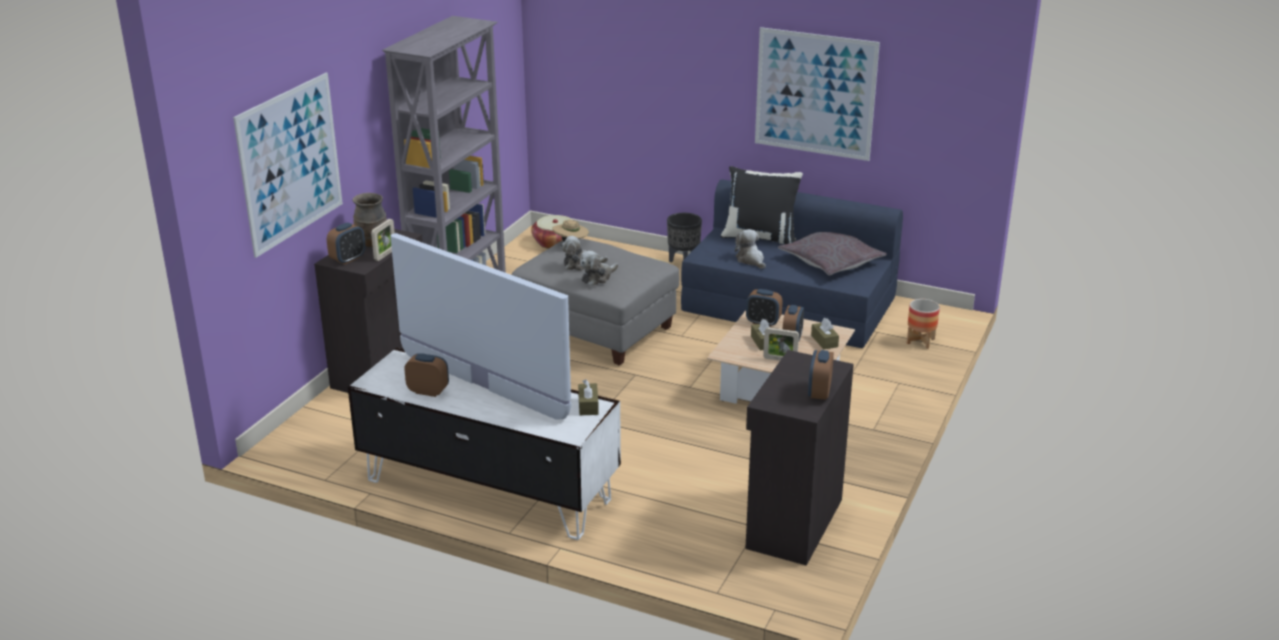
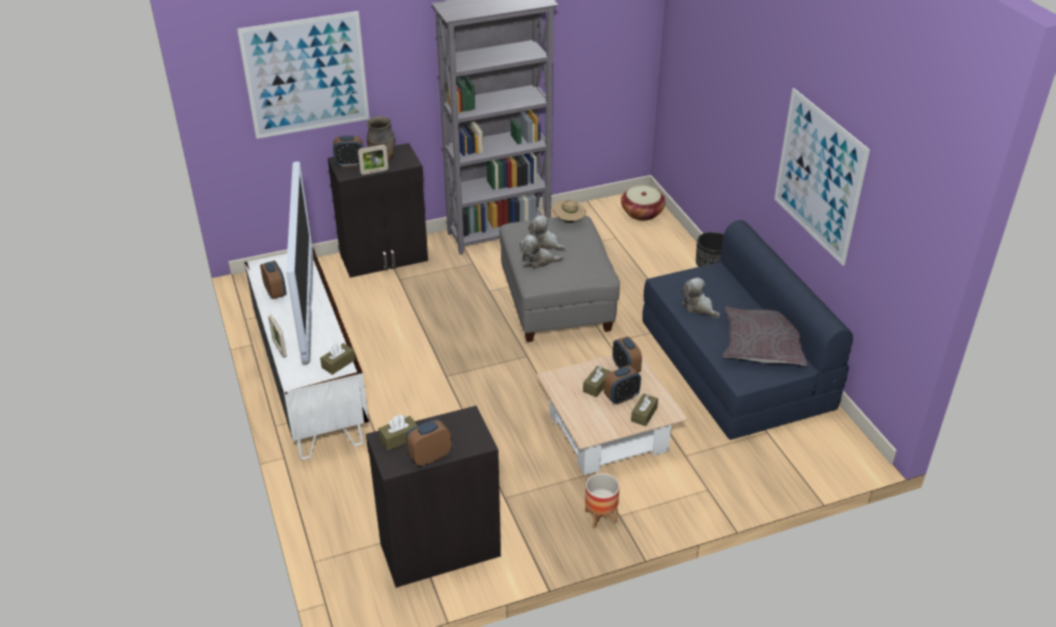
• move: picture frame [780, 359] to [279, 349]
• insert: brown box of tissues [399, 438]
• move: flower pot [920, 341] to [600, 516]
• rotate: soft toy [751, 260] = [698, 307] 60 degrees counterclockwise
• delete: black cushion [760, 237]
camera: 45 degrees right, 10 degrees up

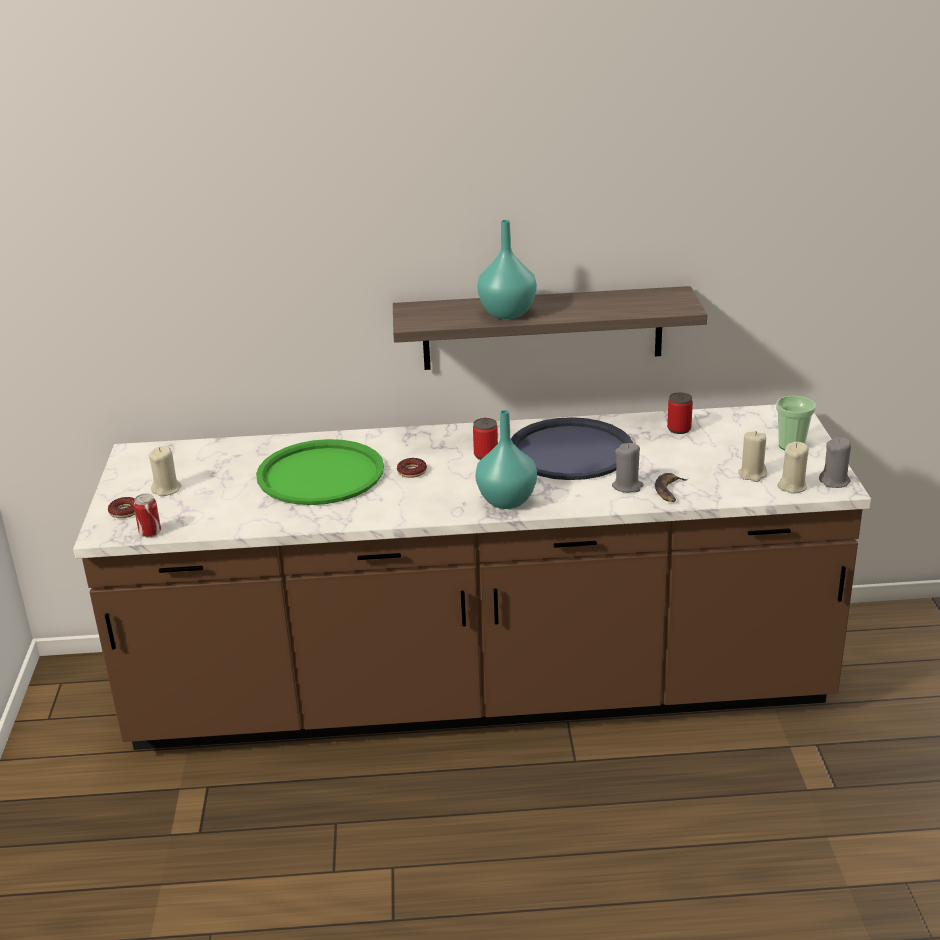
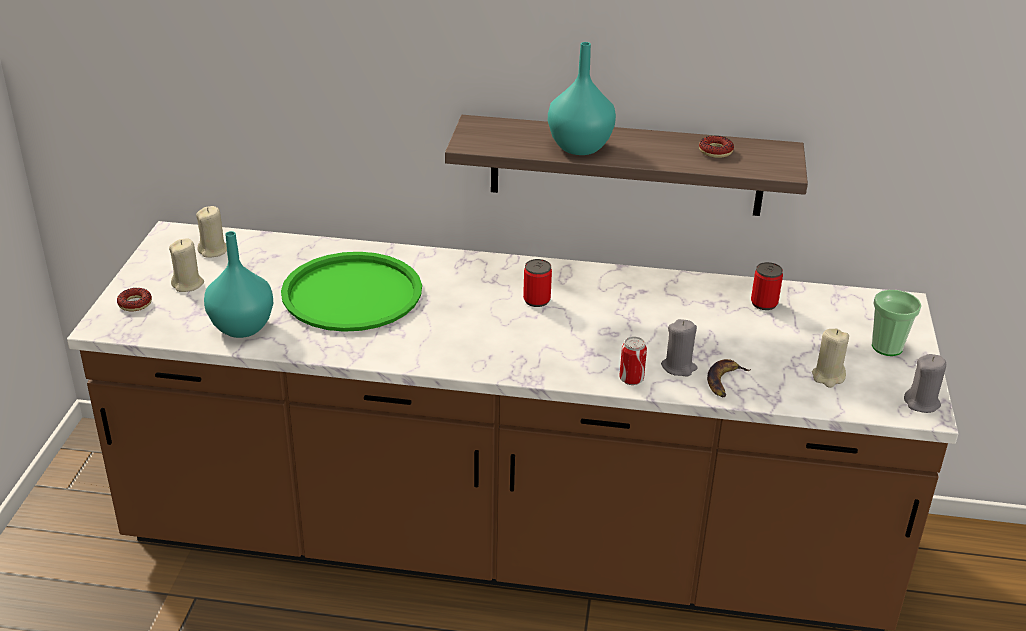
• move: sand-coloured wax candle [792, 486] to [214, 250]
• move: turquoise vase [507, 501] to [242, 328]
• move: metal can [150, 533] to [631, 379]
• move: doughnut [412, 471] to [715, 151]
• delete: blue-coloured tray [570, 451]
camera: 10 degrees right, 5 degrees up

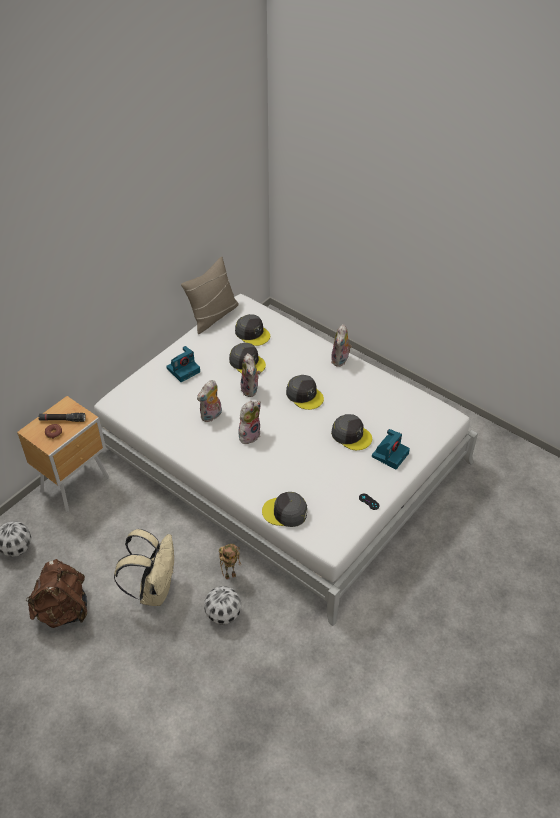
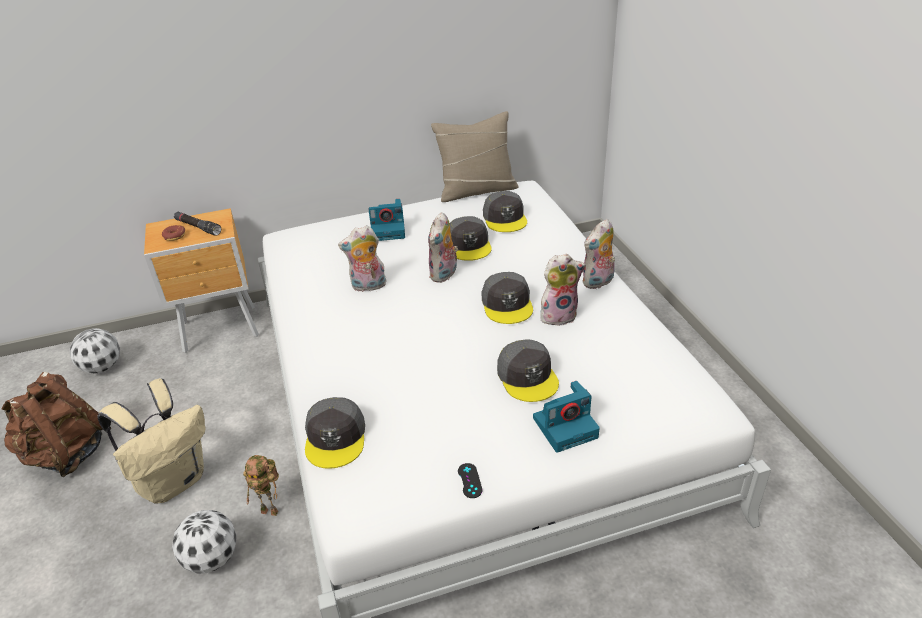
• rotate: greyish cap [285, 512] = [336, 438] 135 degrees counterclockwise
• move: soft toy [249, 434] to [559, 315]
camera: 35 degrees right, 10 degrees down

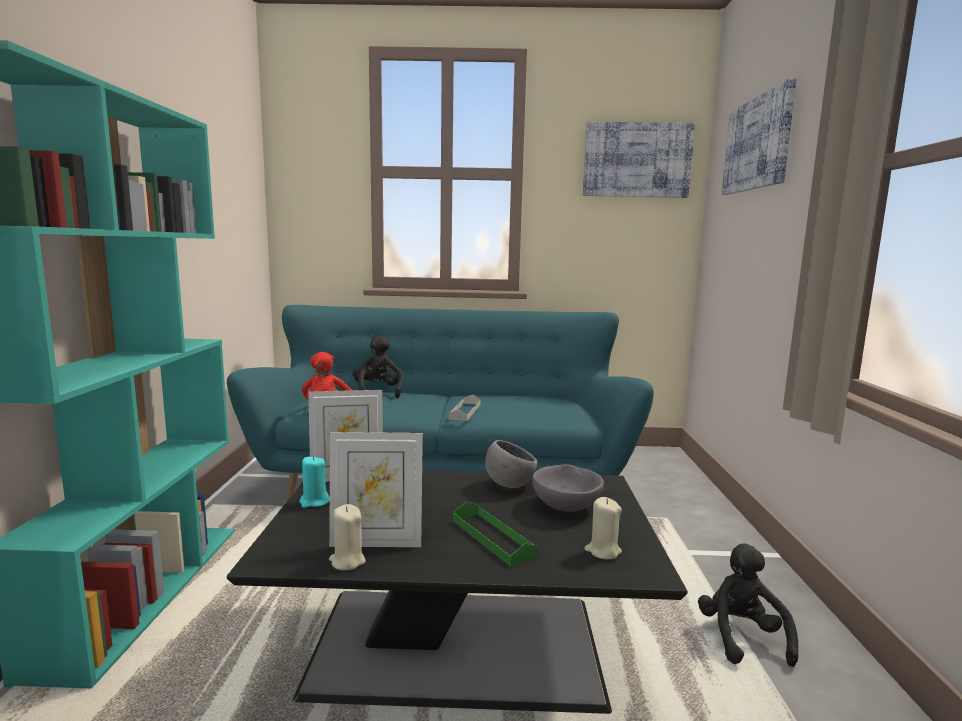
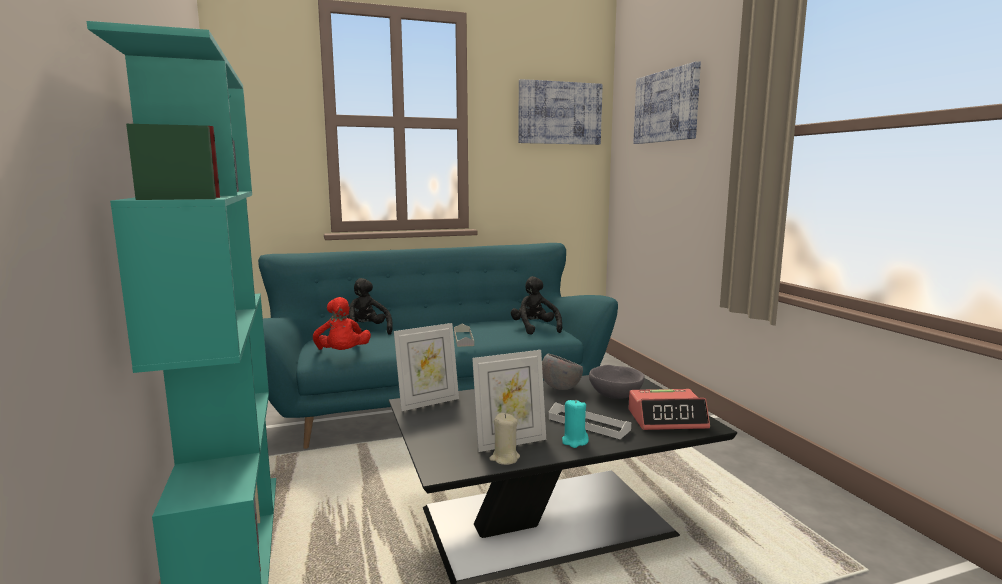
• move: black soft toy [741, 637] to [535, 329]
• recolor: greenish tray [493, 537] to white-coloured tray [588, 424]
• move: turquoise wax candle [314, 502] to [574, 441]
• replace: sand-coloured wax candle [602, 551] to table clock [667, 419]
camera: 20 degrees left, 0 degrees up

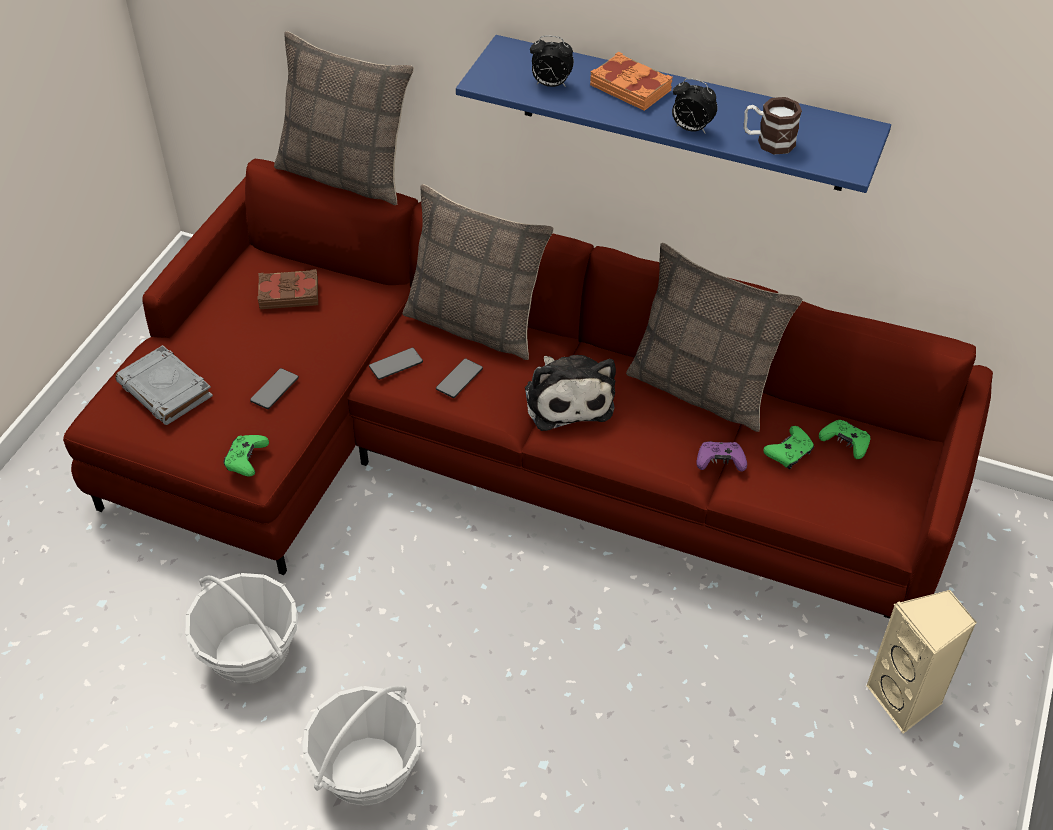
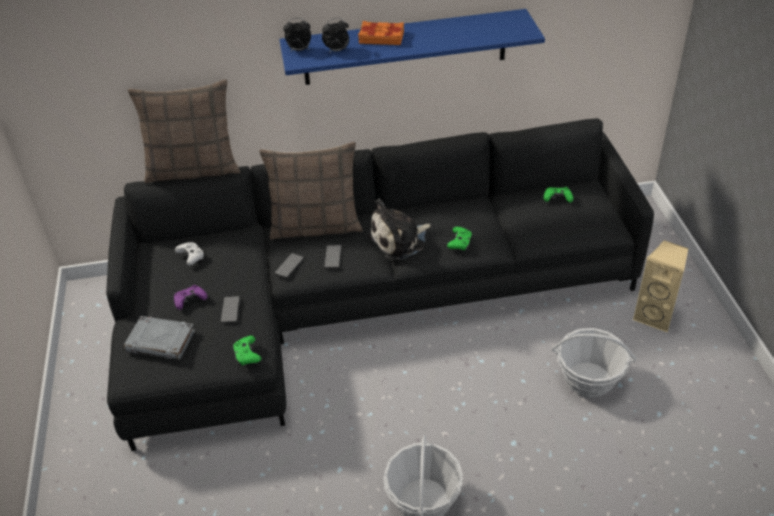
• recolor: reddish couch [503, 457] to black couch [358, 302]
• move: purple game controller [720, 462] to [190, 301]
• replace: brown bound book [289, 294] to white-coloured game controller [191, 257]
• move: table clock [690, 129] to [299, 50]
• rotate: soft toy [567, 398] = [400, 240] 105 degrees clockwise
• move: greenish game controller [789, 453] to [460, 243]
• move: storage basket [250, 653] to [588, 380]
• delete: cushion [702, 388]
• delete: coffee mug [768, 141]
camera: 30 degrees left, 5 degrees down

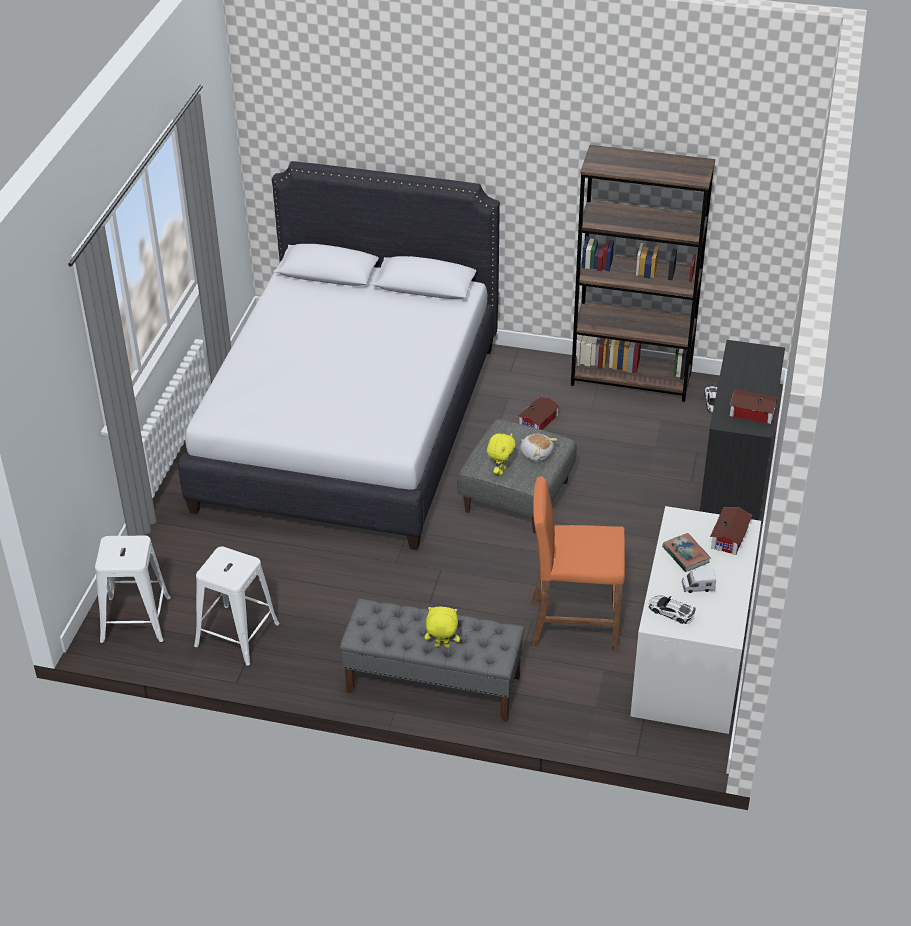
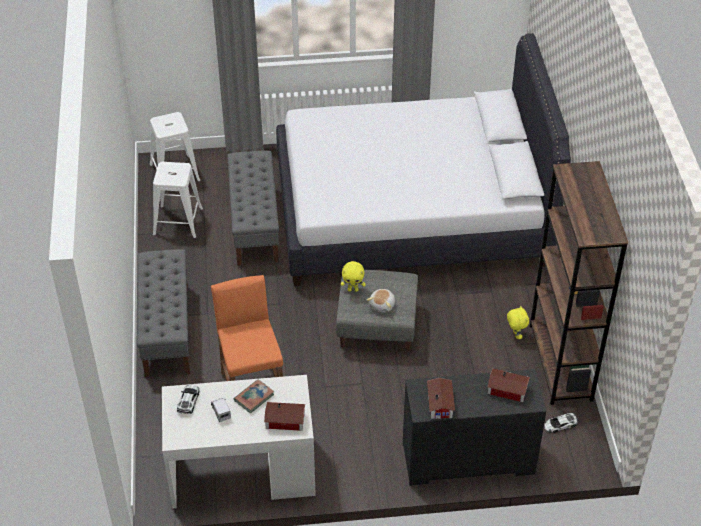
• insert: greyish bench [255, 225]
• move: model house [540, 421] to [508, 391]
• move: yellow soft toy [442, 646] to [515, 335]
camera: 70 degrees right, 5 degrees up

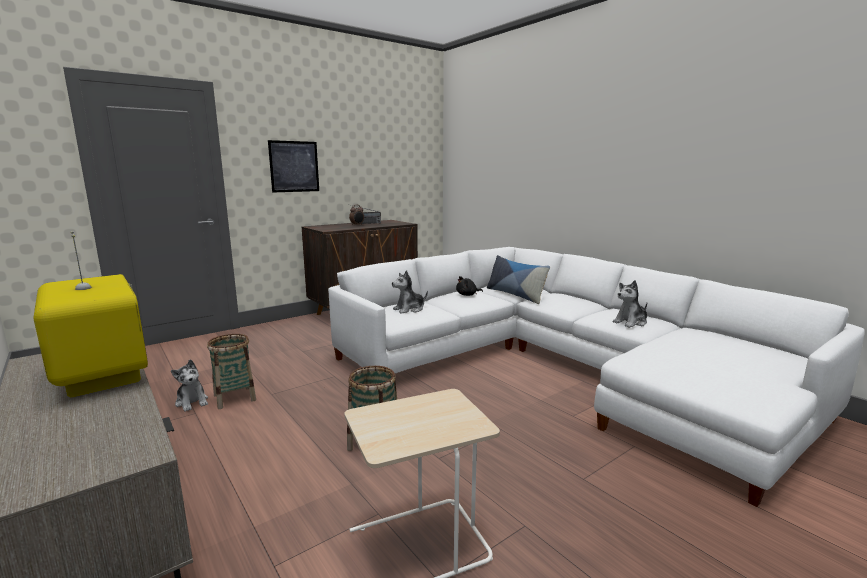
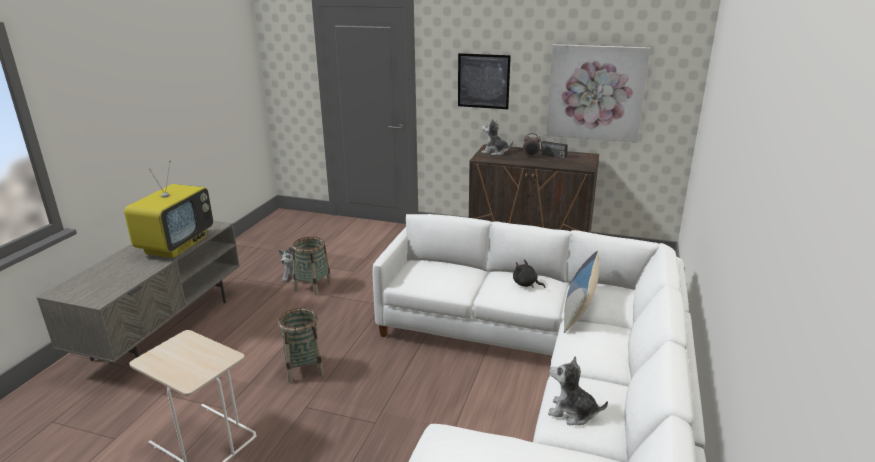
• move: soft toy [409, 309] to [495, 152]
• insert: wall picture [595, 93]
camera: 55 degrees right, 10 degrees up

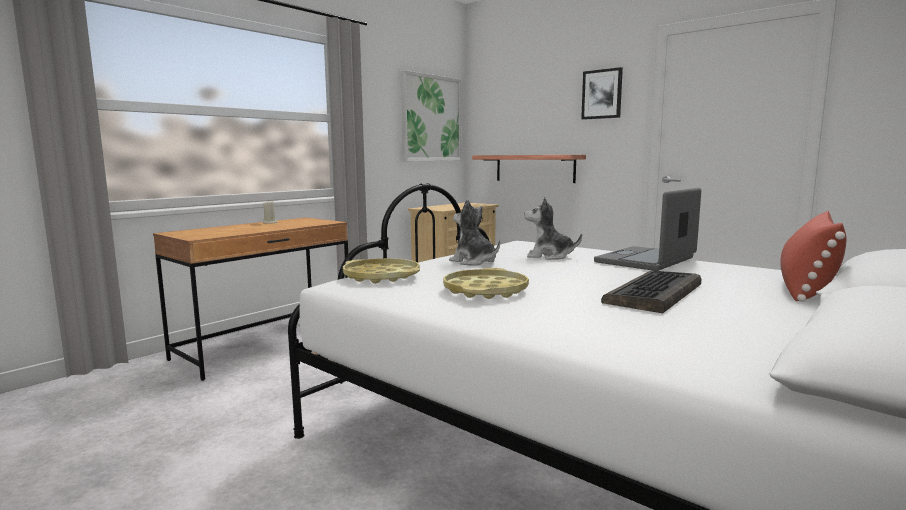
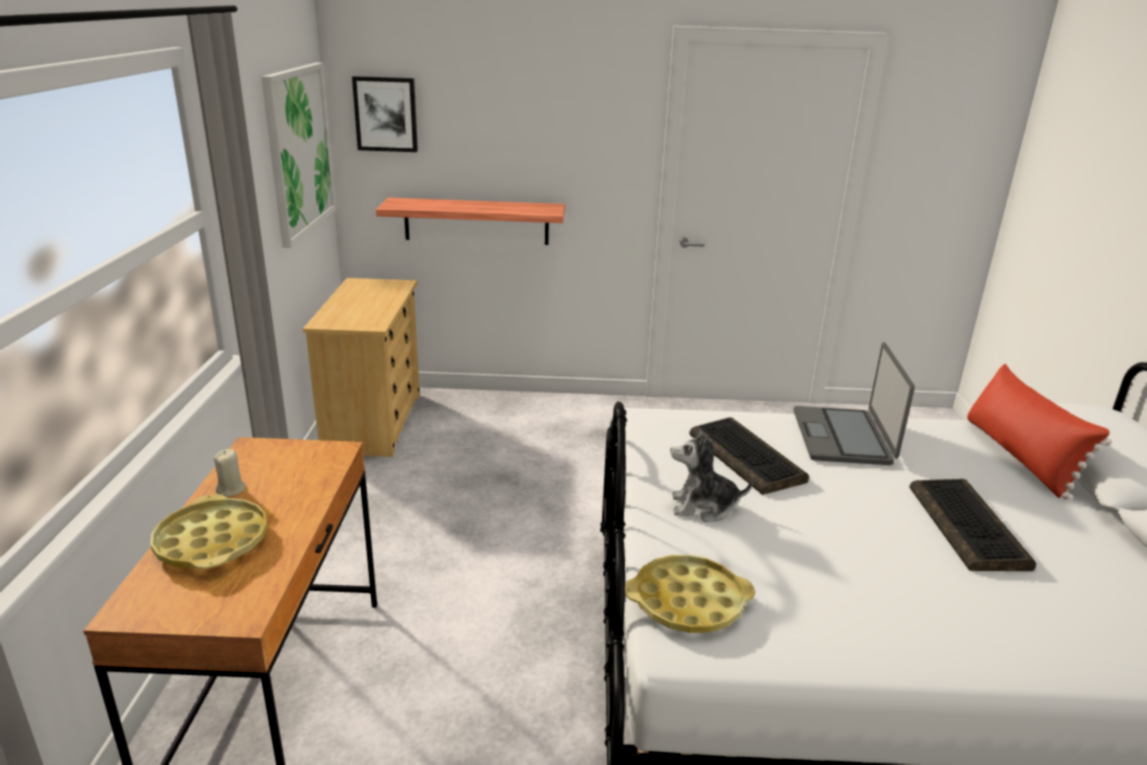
• move: yellow tray [485, 290] to [212, 541]
• move: wall picture [602, 94] to [386, 114]
• replace: soft toy [549, 256] to computer keyboard [747, 458]
camera: 40 degrees left, 15 degrees up

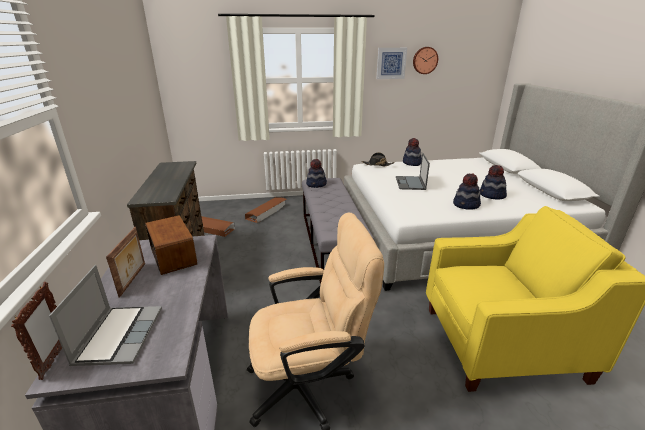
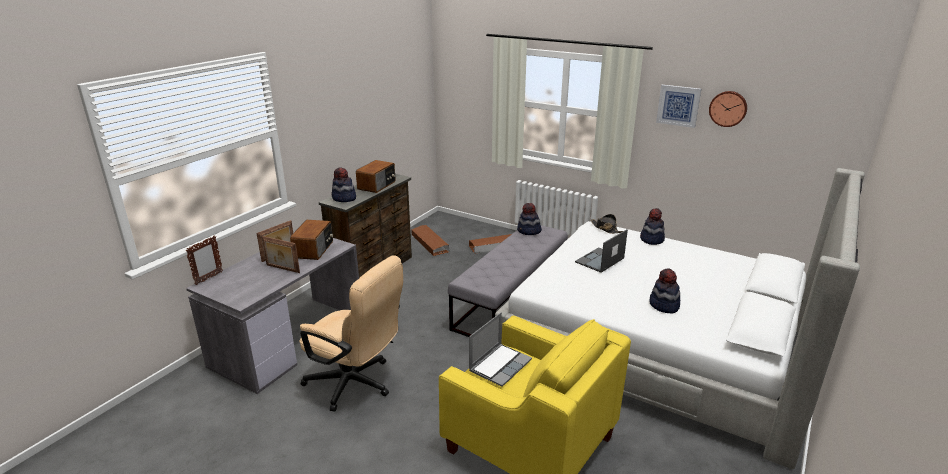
• insert: picture frame [282, 269]
• move: hat [466, 205] to [344, 198]
• insert: radio receiver [377, 185]
• move: portable computer [119, 335] to [500, 365]
camera: 40 degrees right, 0 degrees up

